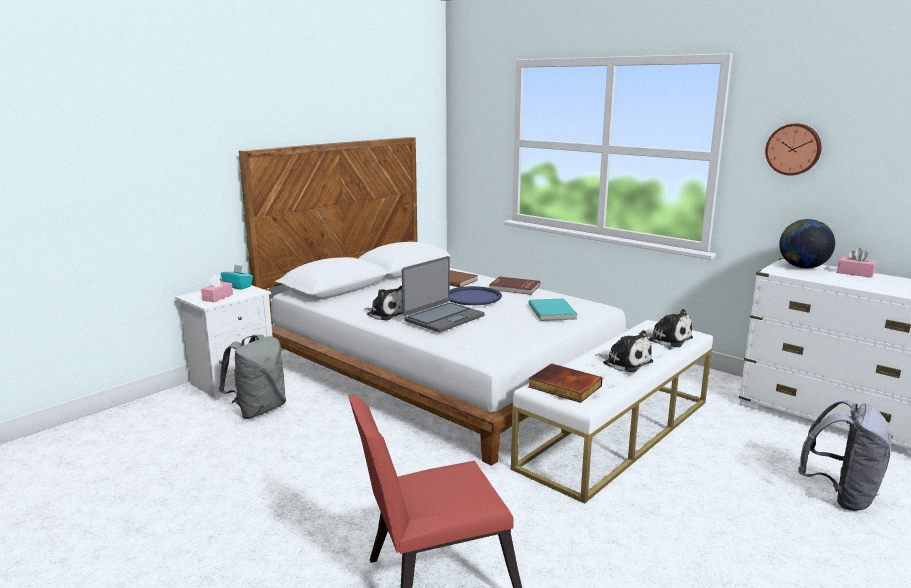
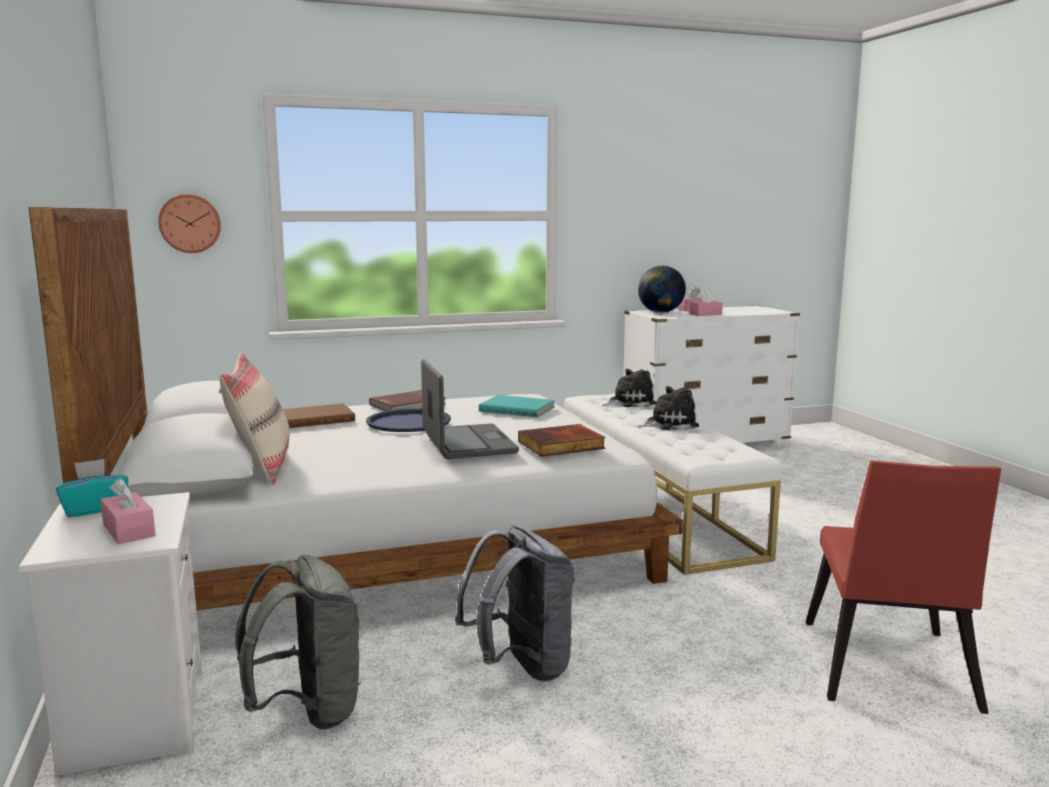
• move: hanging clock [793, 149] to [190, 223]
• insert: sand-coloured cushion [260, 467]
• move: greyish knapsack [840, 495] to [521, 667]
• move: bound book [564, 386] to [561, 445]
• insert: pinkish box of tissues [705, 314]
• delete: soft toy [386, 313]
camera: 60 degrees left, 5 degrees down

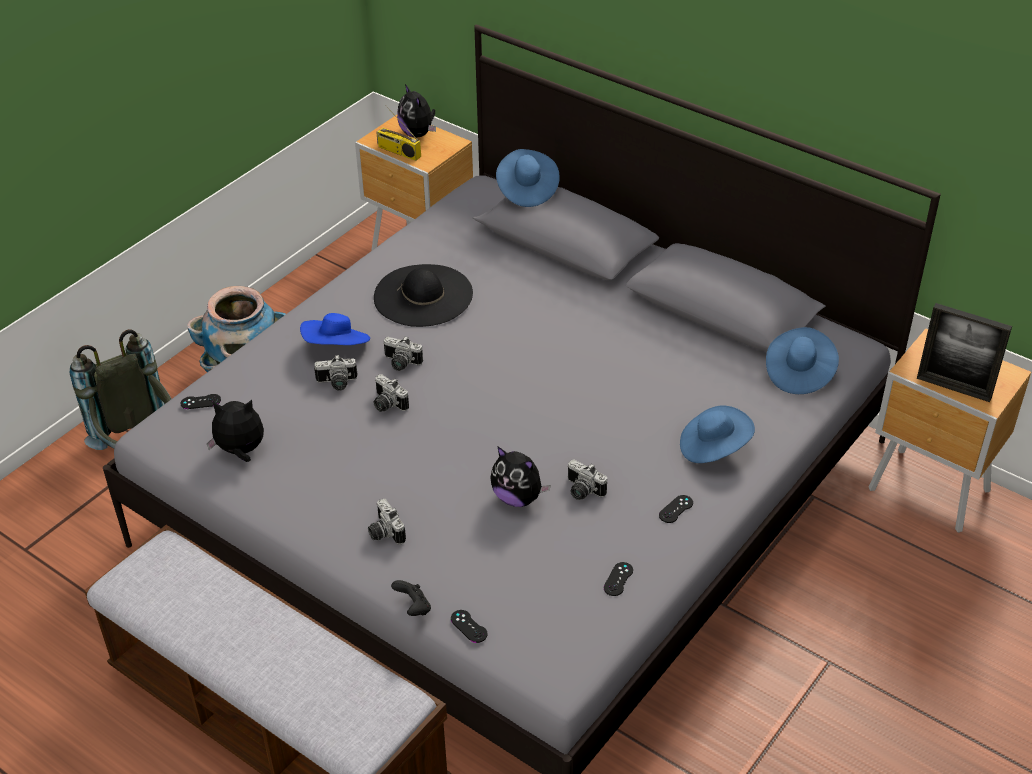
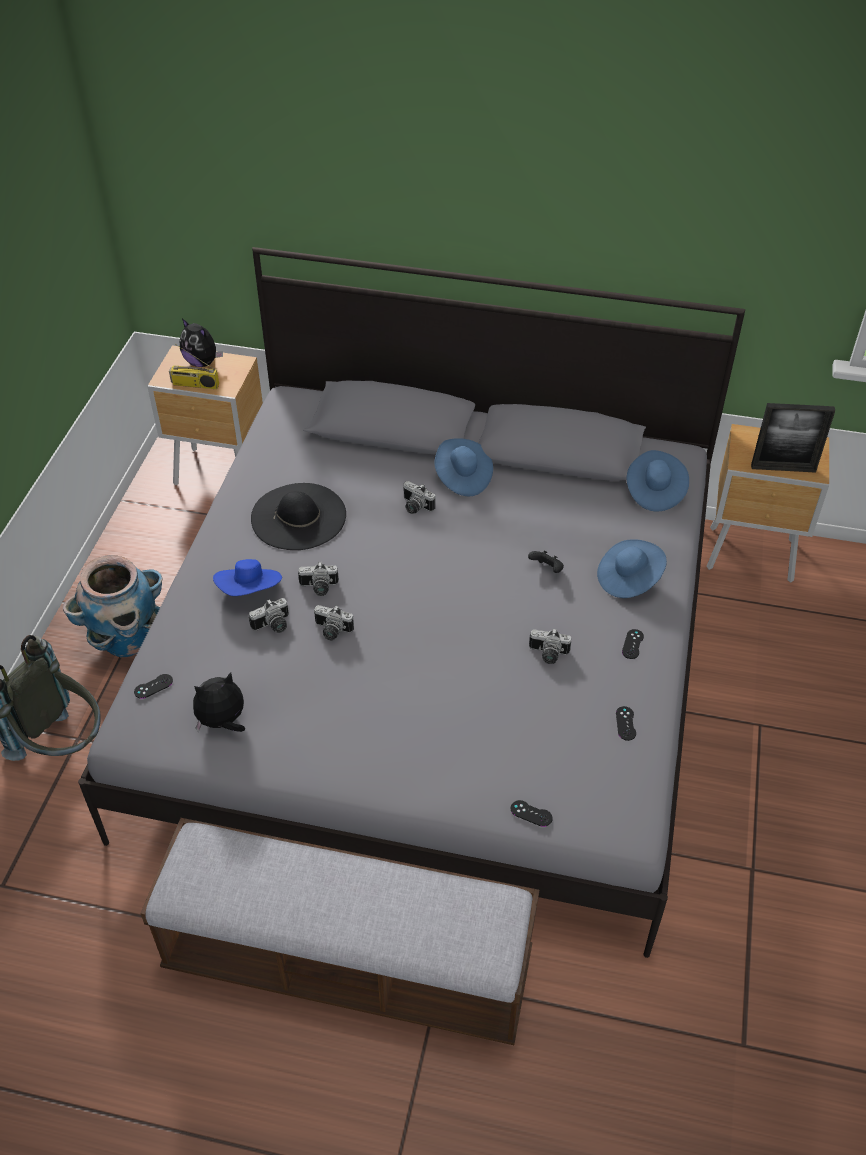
• move: photo camera [384, 532] to [415, 507]
• move: blue-coloured hat [526, 190] to [462, 478]
• move: black game controller [413, 608] to [547, 569]
• delete: soft toy [518, 497]
camera: 25 degrees left, 5 degrees up

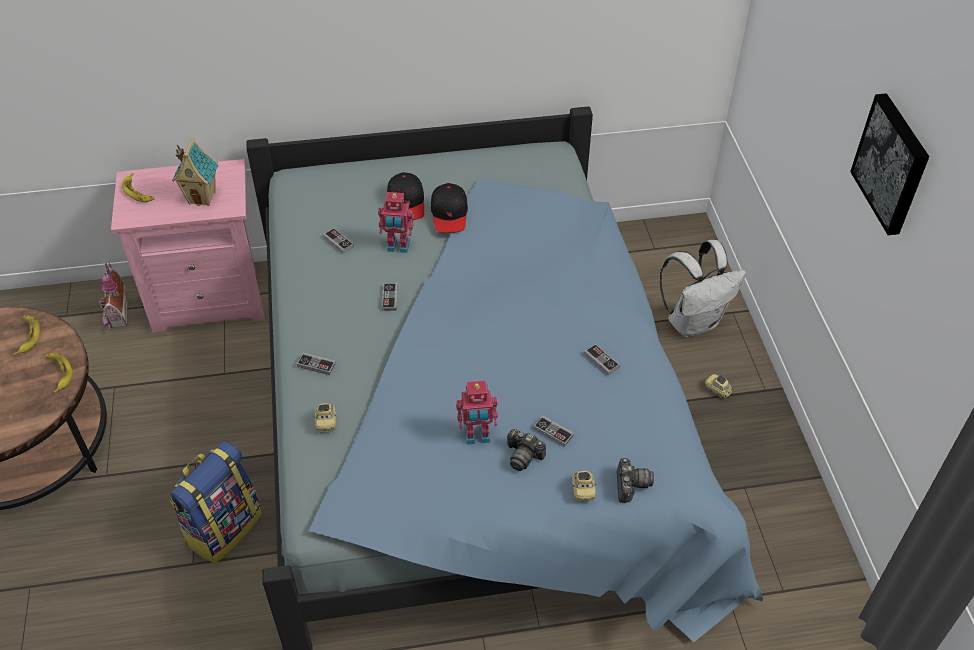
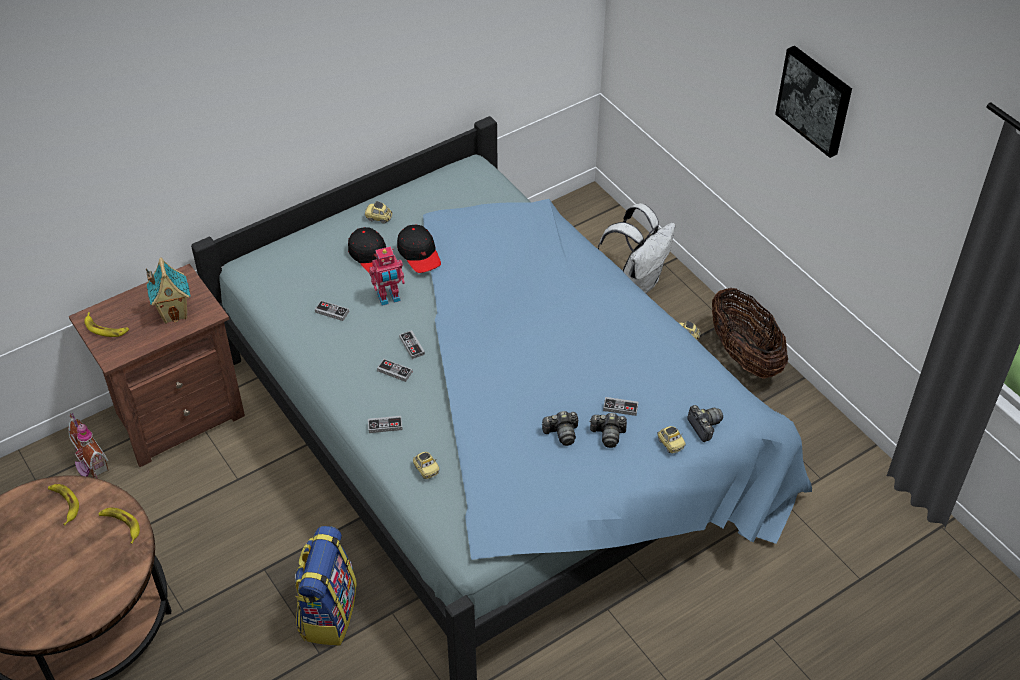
• recolor: pinkish bedside table [210, 299] to brown bedside table [177, 415]
• insert: model car [379, 218]
• move: game controller [601, 361] to [394, 371]
• replace: toy robot [477, 436] to photo camera [562, 433]
• insert: storage basket [744, 355]
camera: 25 degrees left, 0 degrees up

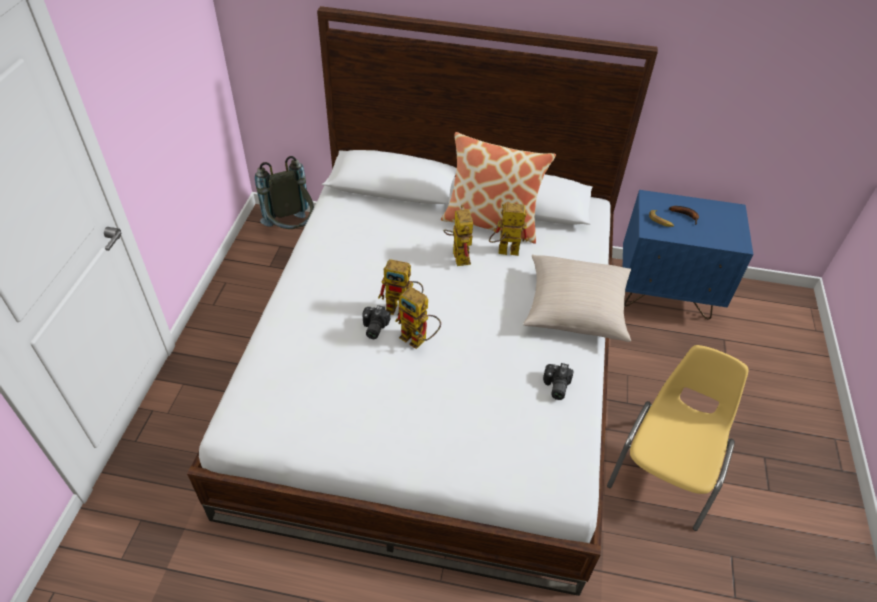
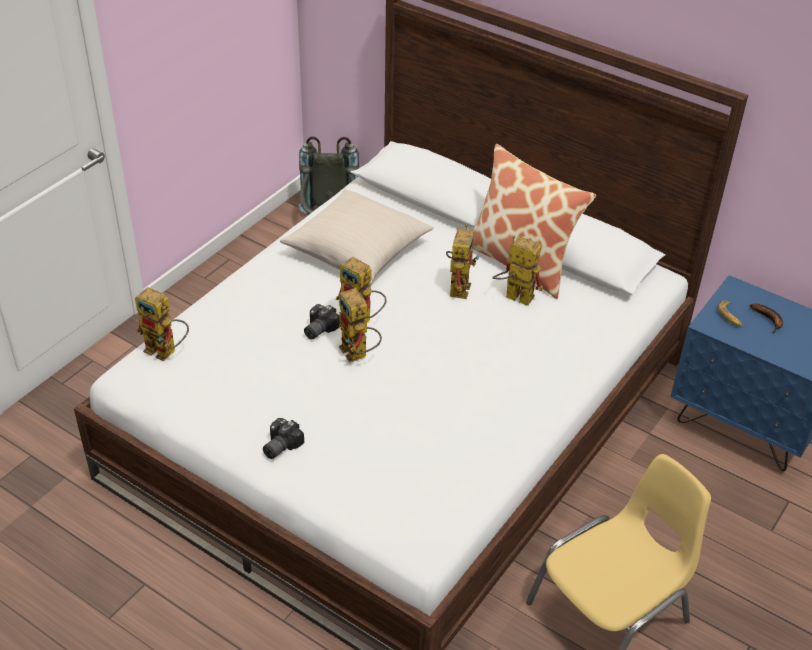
• insert: toy robot [166, 351]
• move: photo camera [555, 386] to [279, 446]
• move: sand-coloured cushion [575, 308] to [357, 251]
camera: 25 degrees right, 5 degrees down

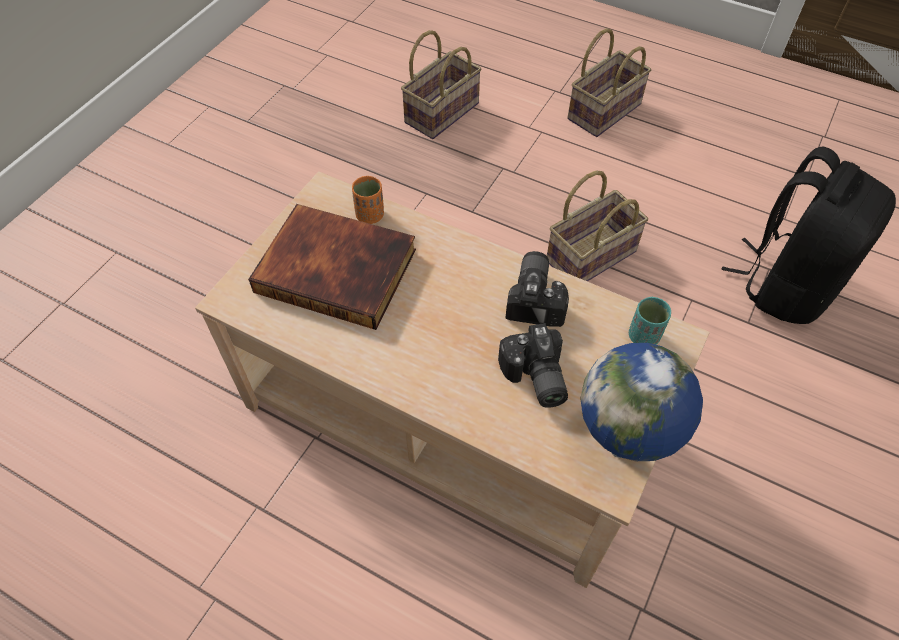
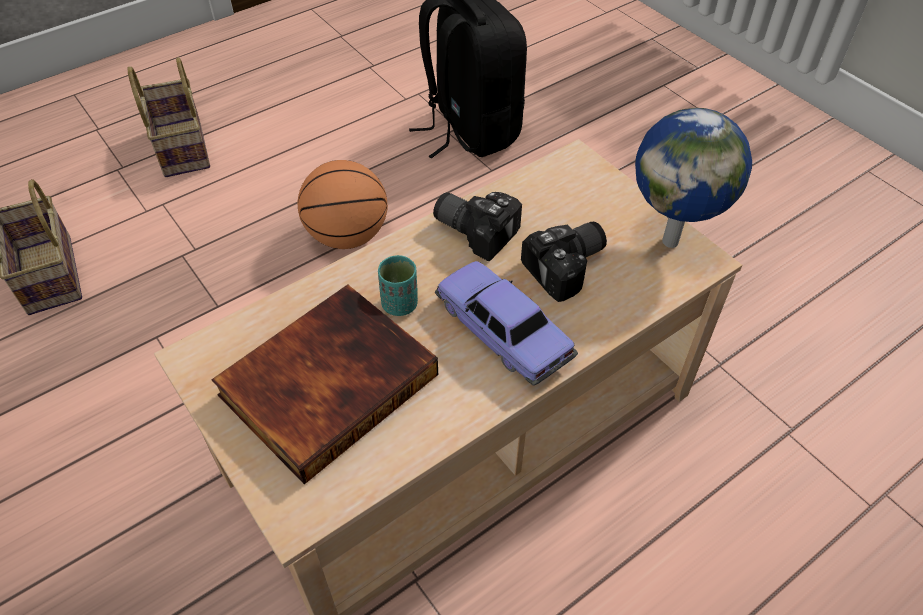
• replace: storage basket [591, 254] to basketball [347, 236]
• move: turquoise small cup [643, 336] to [400, 304]
• insert: model car [502, 331]
• rotate: photo camera [534, 378] = [569, 268] 45 degrees counterclockwise
• delete: orange small cup [370, 215]
camera: 65 degrees left, 5 degrees down

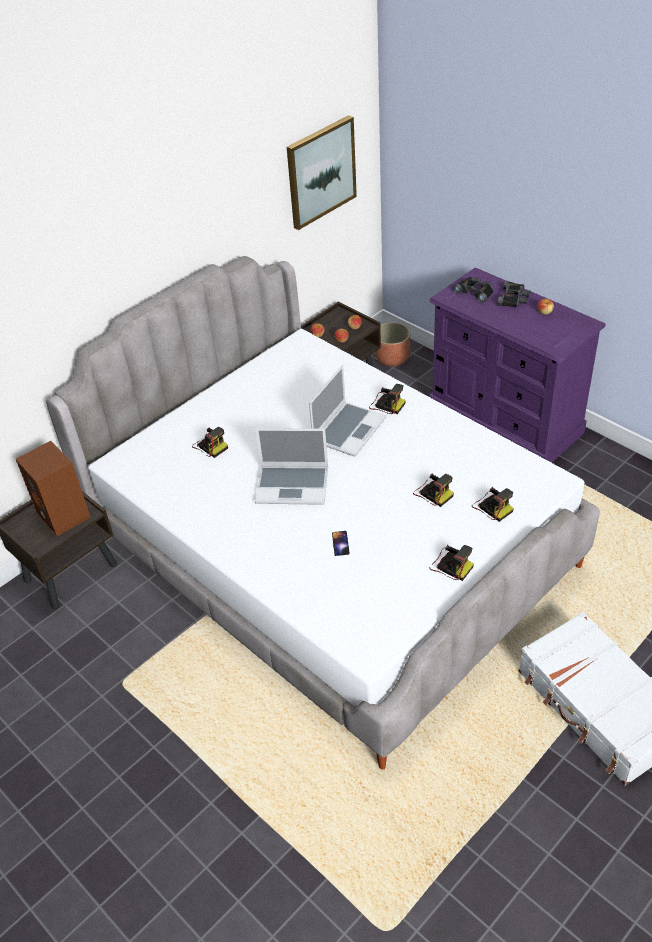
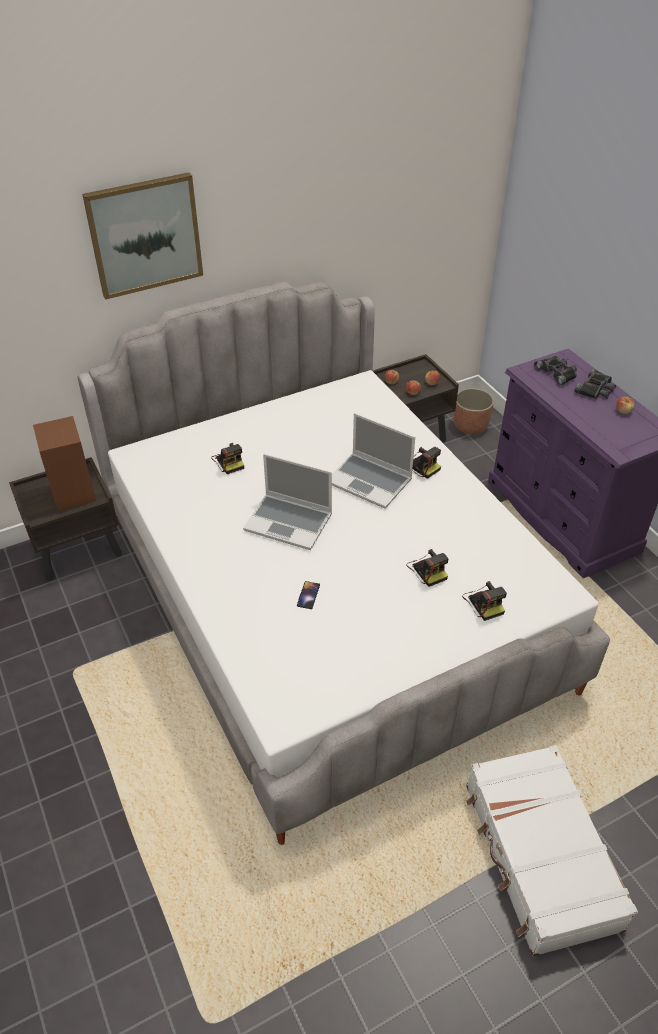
• move: wall picture [320, 172] to [145, 235]
• rotate: portable computer [348, 429] = [370, 481] 75 degrees clockwise
• delete: photo camera [450, 565]
camera: 15 degrees right, 0 degrees up

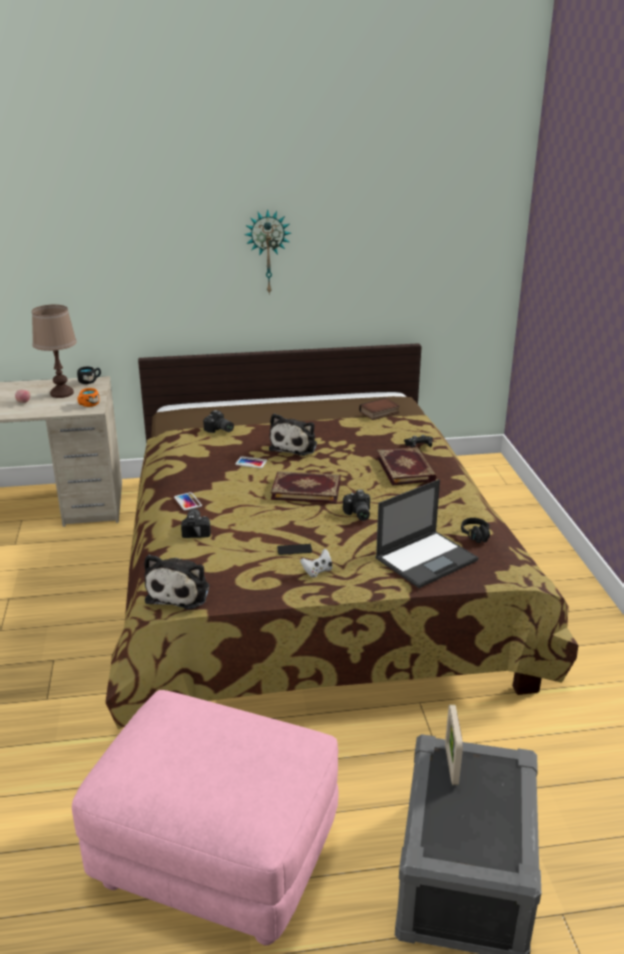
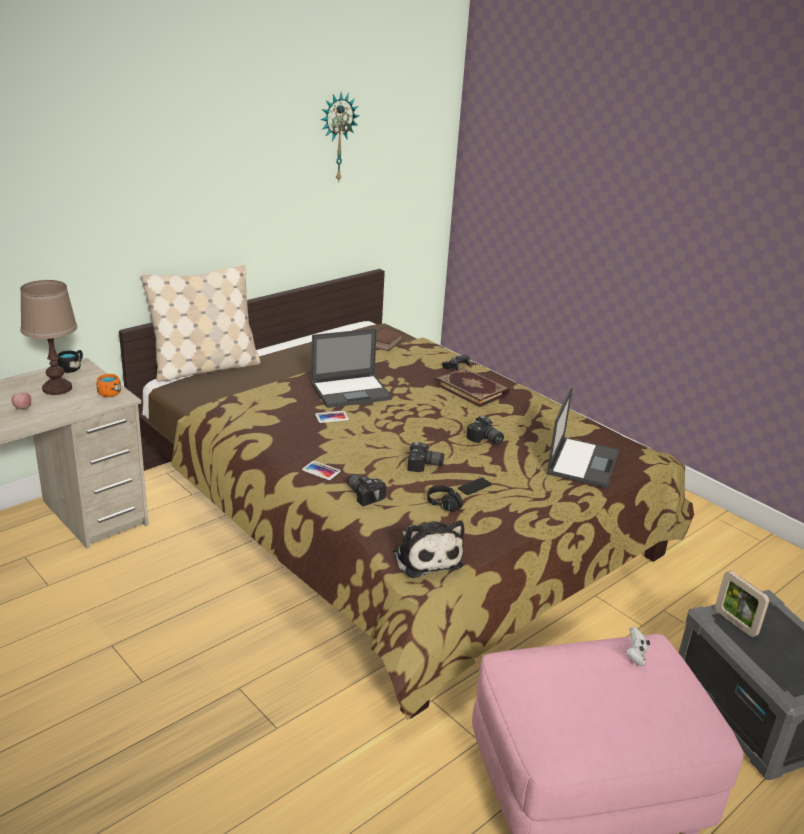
• insert: sand-coloured cushion [205, 368]
• replace: soft toy [295, 446] to portable computer [352, 391]
• move: hanging clock [268, 252] to [337, 137]
• move: photo camera [219, 430] to [425, 466]
• move: black headset [477, 538] to [448, 506]
• move: white-coloured game controller [317, 571] to [635, 656]
• delete: bound book [306, 489]
camera: 35 degrees left, 0 degrees up

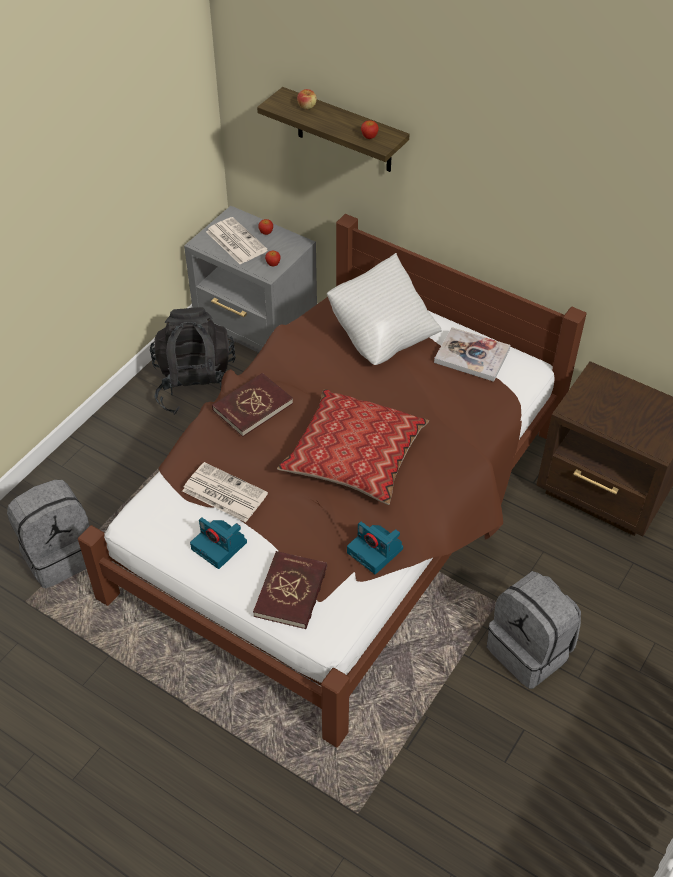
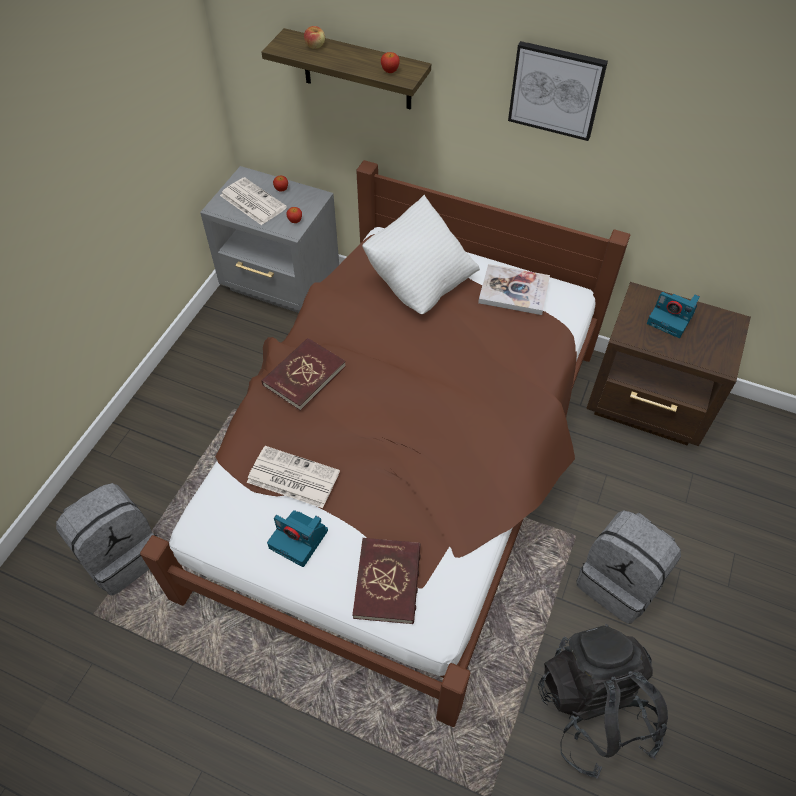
• insert: wall picture [556, 90]
• move: black knapsack [196, 387] to [594, 709]
• move: photo camera [376, 551] to [671, 319]
• delete: cushion [354, 456]
camera: 10 degrees left, 5 degrees up

